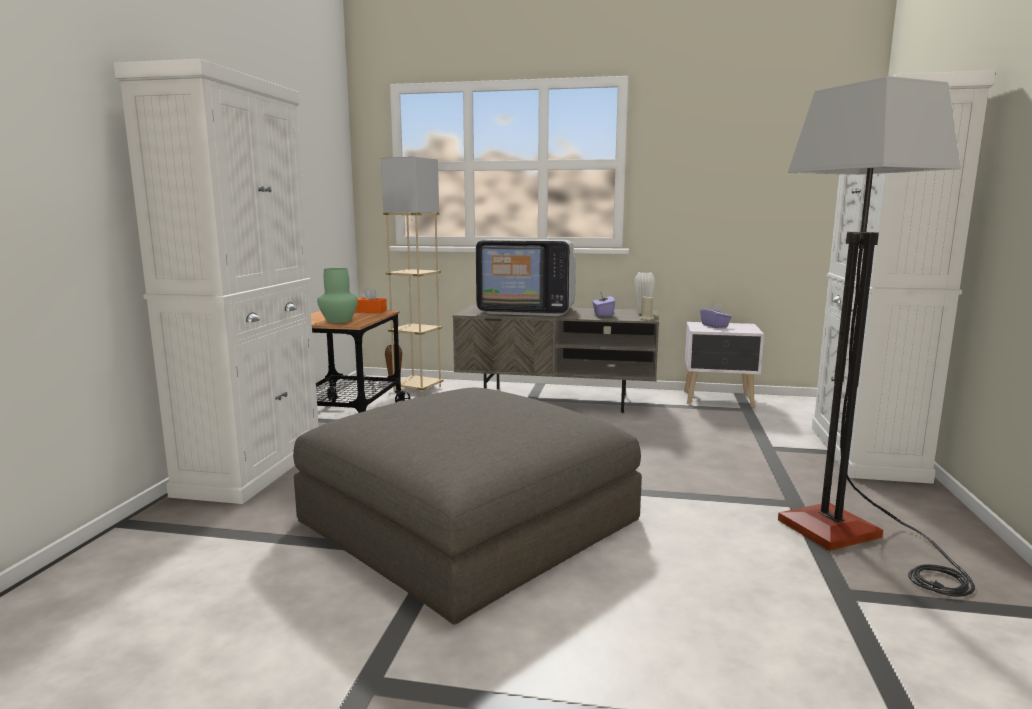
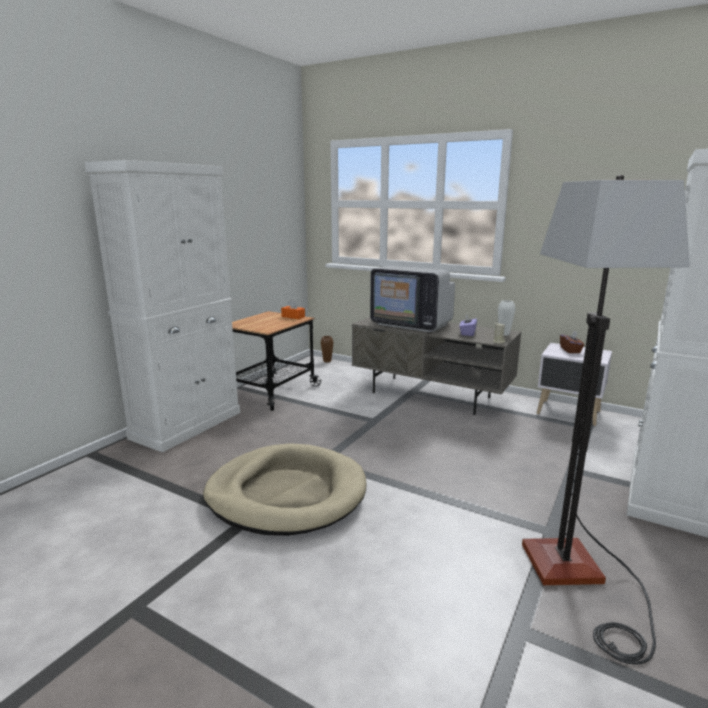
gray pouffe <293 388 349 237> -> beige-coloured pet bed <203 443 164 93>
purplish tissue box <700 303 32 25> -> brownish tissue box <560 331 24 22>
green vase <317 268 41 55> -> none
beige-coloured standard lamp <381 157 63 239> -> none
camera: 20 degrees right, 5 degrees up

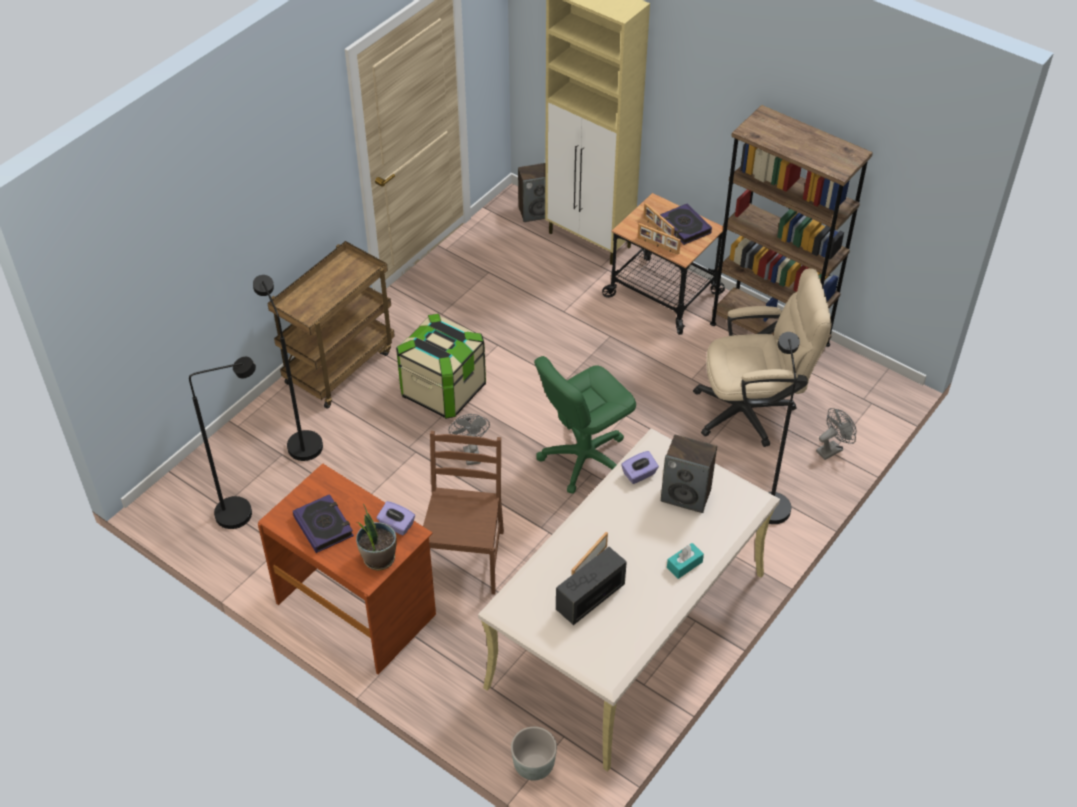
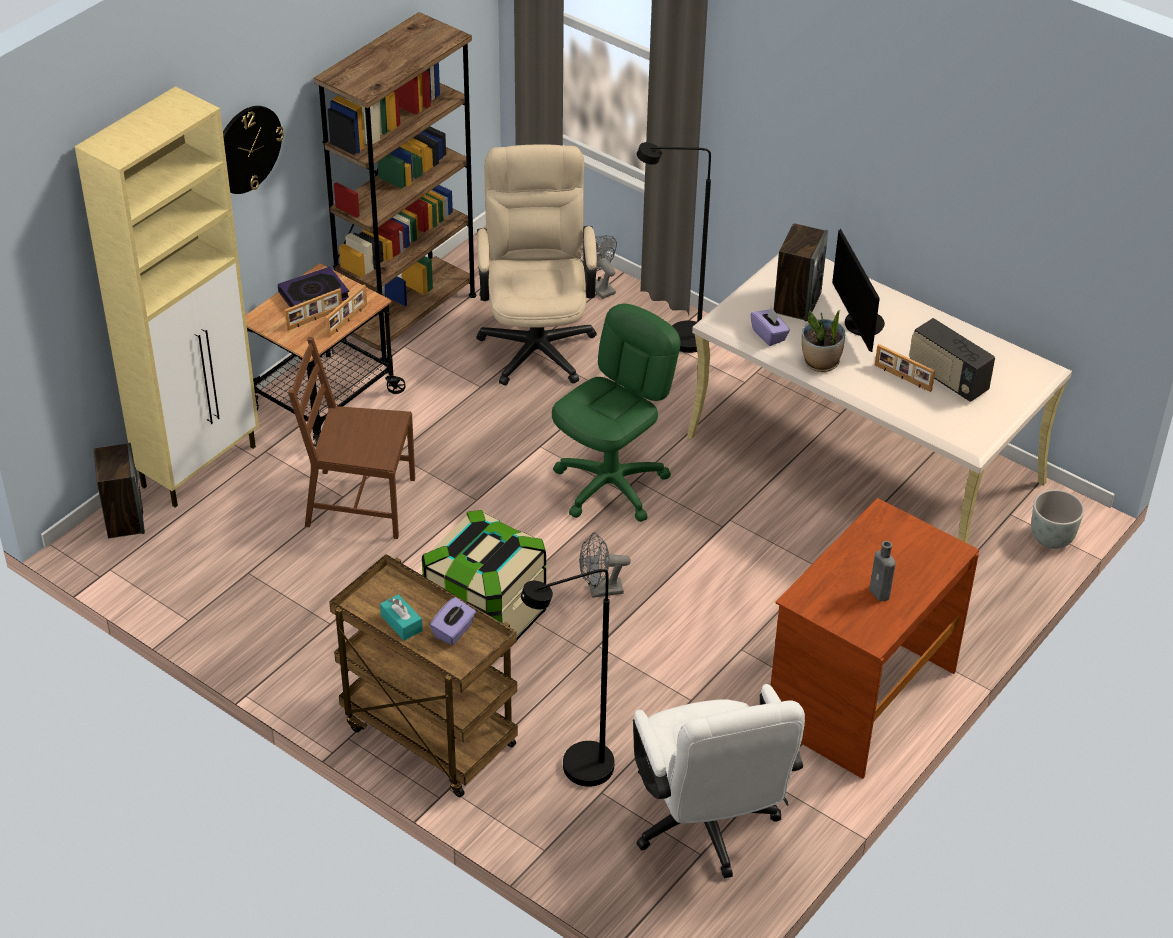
none -> wall clock <223 106 61 88>
brownish chair <423 431 81 163> -> brownish chair <288 337 127 202>, shifted
turquoise tissue box <667 543 37 36> -> turquoise tissue box <380 594 43 47>, shifted
purplish tissue box <377 501 38 34> -> purplish tissue box <430 597 46 48>, shifted
green office chair <534 356 102 138> -> green office chair <552 304 129 218>, 105 degrees counterclockwise
black standard lamp <189 357 67 172> -> white office chair <633 684 172 195>
plant in a pot <356 504 40 67> -> plant in a pot <802 310 43 62>, shifted
none -> computer display <832 229 53 123>
volume <293 494 61 59> -> gray drink bottle <869 541 27 60>
camera: 90 degrees left, 5 degrees down

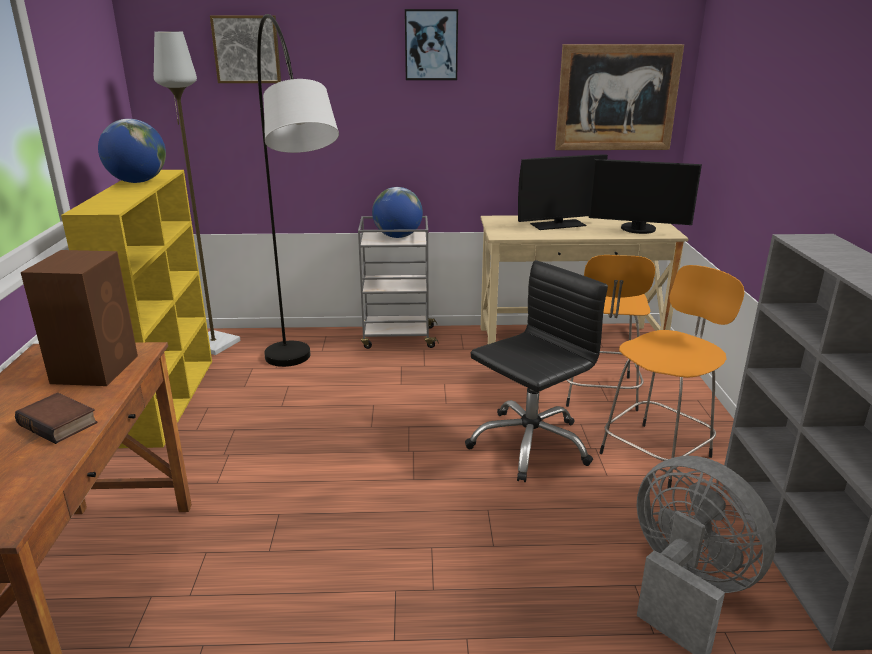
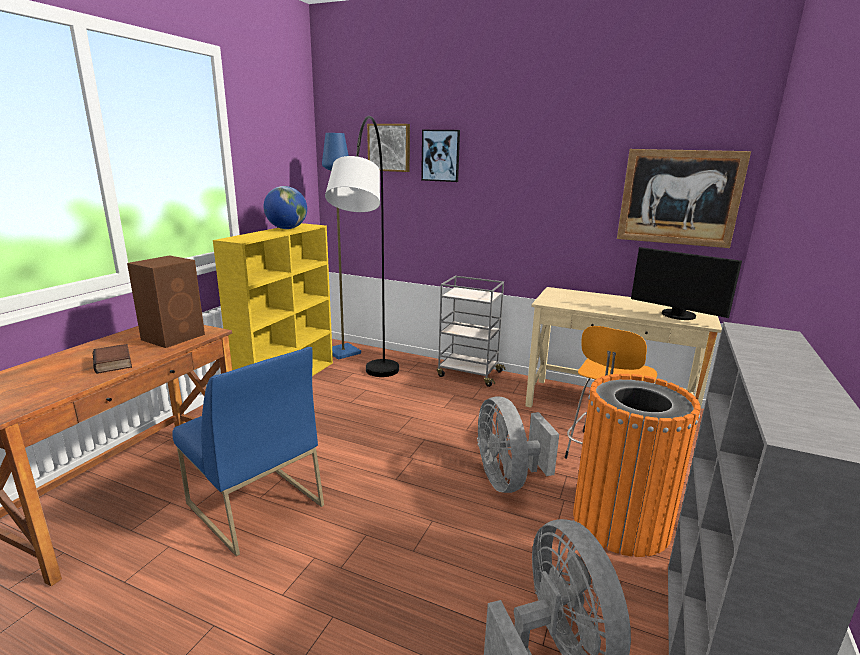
none -> blue chair <172 347 152 209>
gray standard lamp <154 31 86 324> -> blue standard lamp <322 133 39 226>
picture <405 9 53 71> -> picture <421 130 39 52>, shifted
black office chair <465 260 143 222> -> gray cooling fan <477 396 82 97>
orangey stool seat <599 265 146 224> -> orangey trash can <573 374 128 183>
globe <372 187 51 51> -> none
computer display <518 154 90 76> -> none
camera: 25 degrees right, 5 degrees down

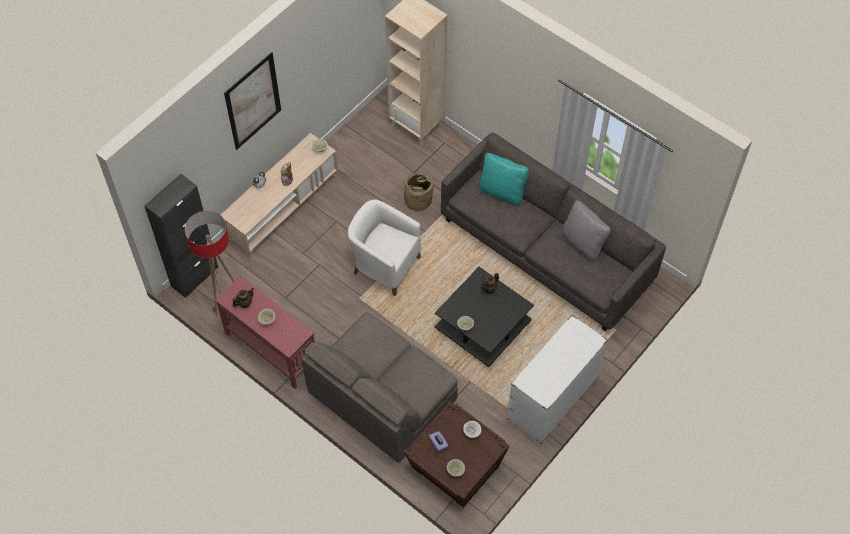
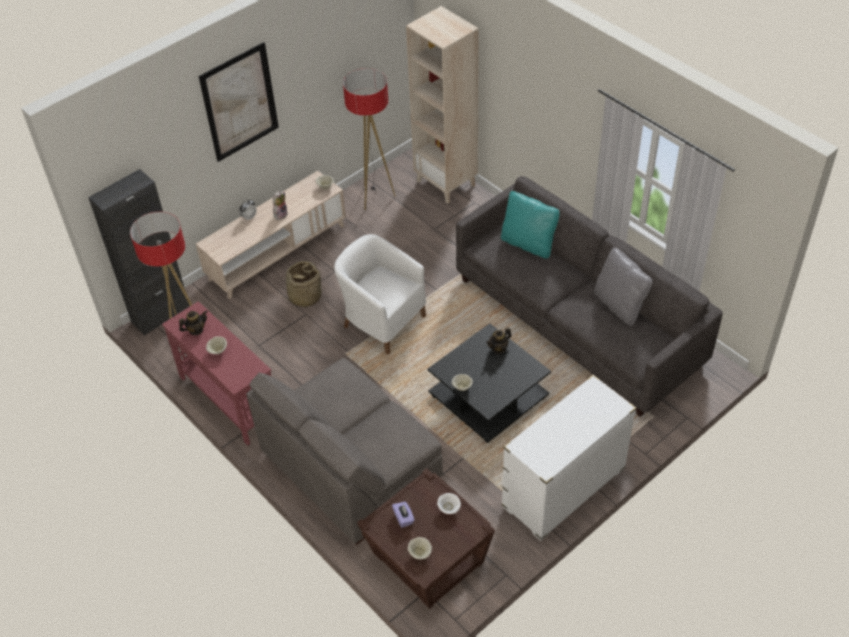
household basket <402 173 32 38> -> household basket <278 261 48 46>, shifted
none -> standard lamp <343 68 53 142>
camera: 10 degrees right, 10 degrees down

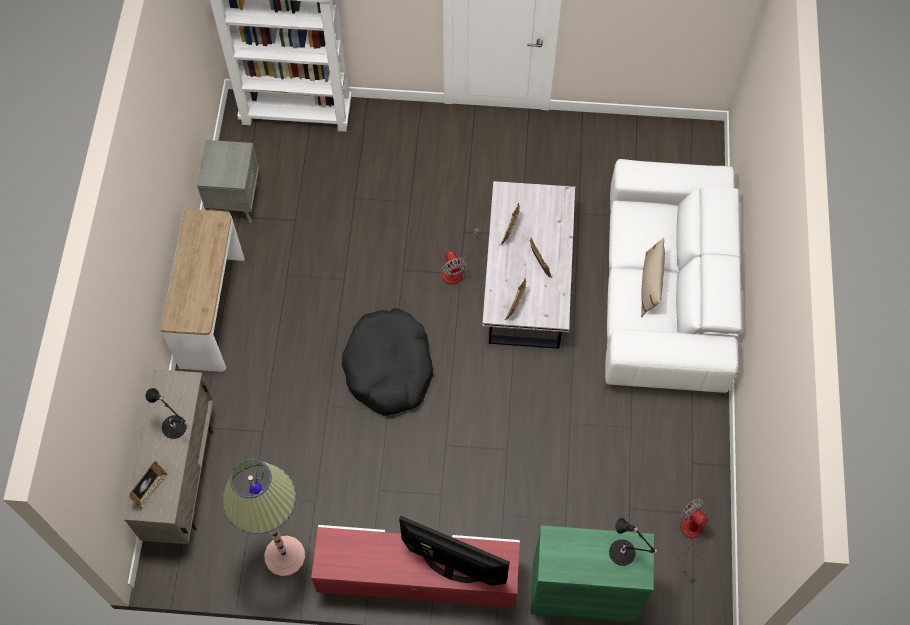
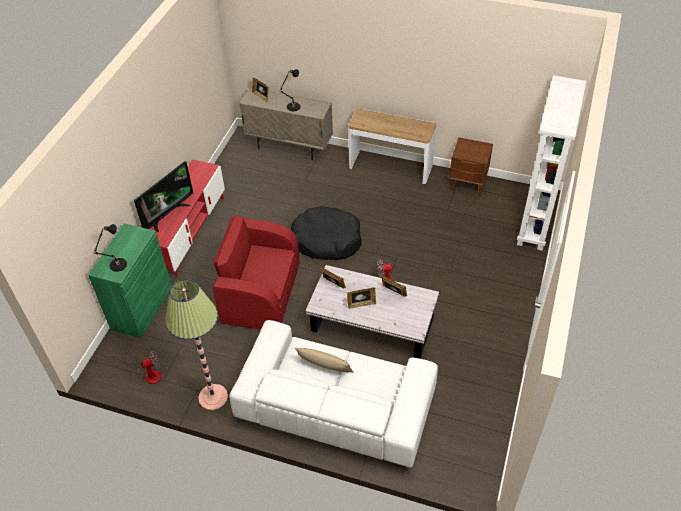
standard lamp <223 459 82 117> -> standard lamp <165 279 63 131>, shifted
none -> red easy chair <213 216 87 114>
gray bedside table <197 140 62 83> -> brownish bedside table <449 137 44 59>
camera: 105 degrees right, 15 degrees down

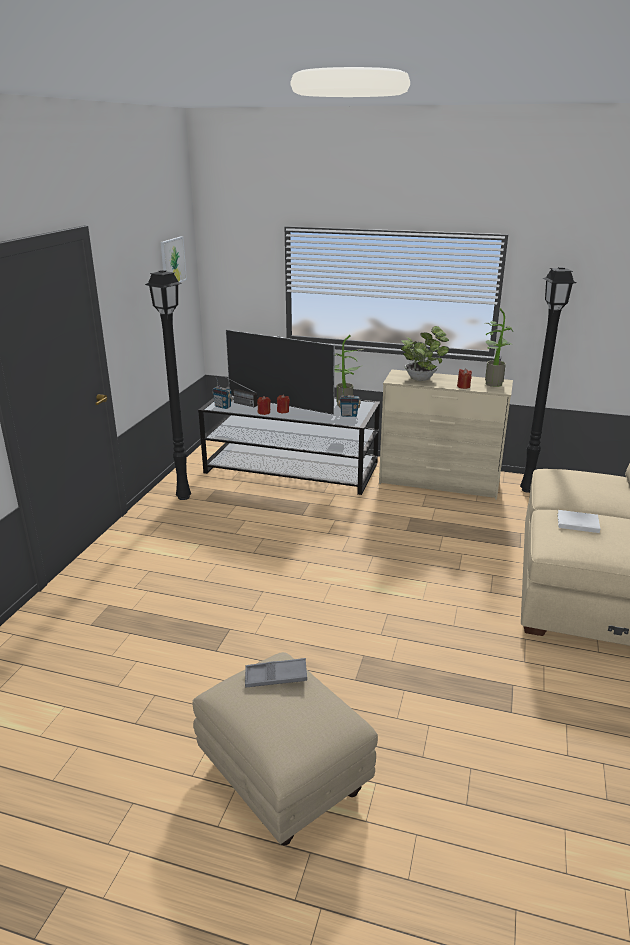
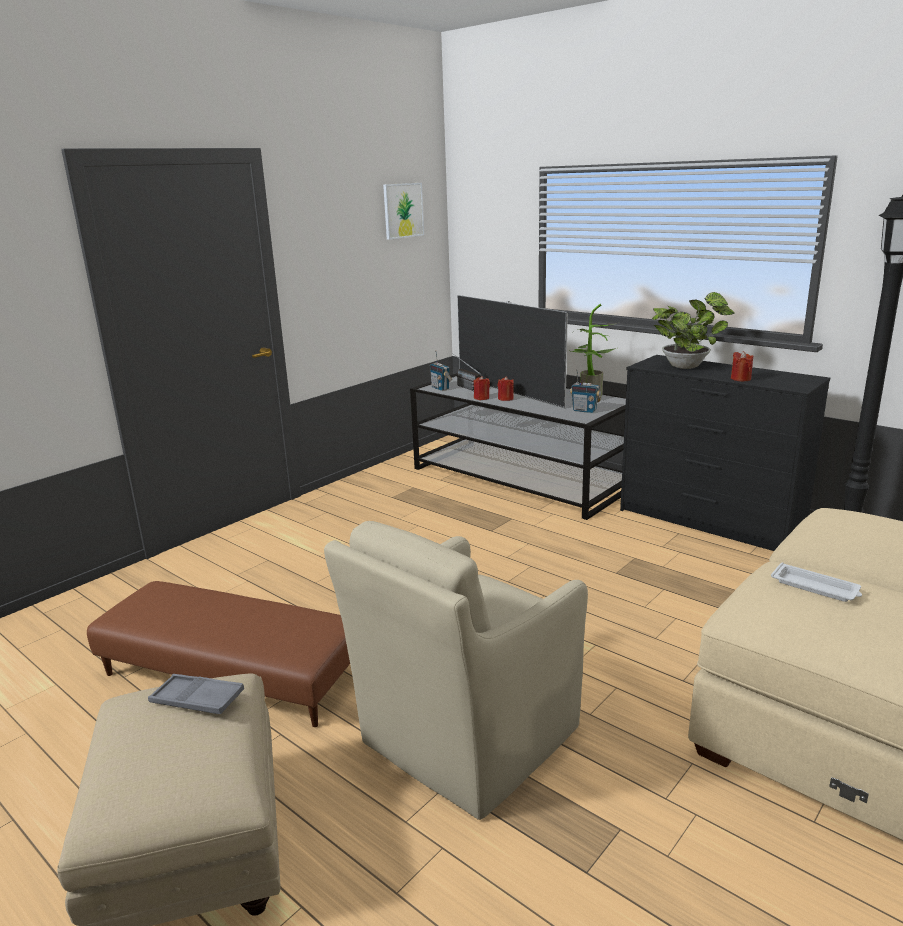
none -> brownish pouffe <87 581 263 146>
none -> beige-coloured easy chair <324 521 264 299>
beige-coloured drawer chest <379 369 134 130> -> black drawer chest <620 355 210 196>
white volume <557 510 43 23> -> white serving tray <771 562 91 40>
black standard lamp <145 270 46 230> -> none
plant in a pot <485 308 29 79> -> none
camera: 25 degrees right, 5 degrees down

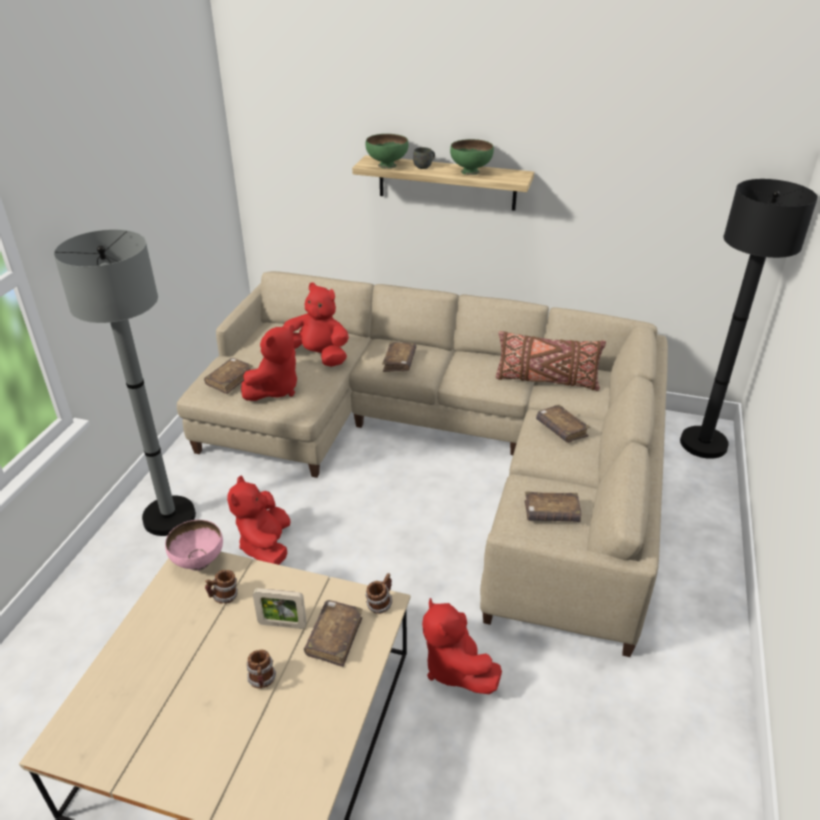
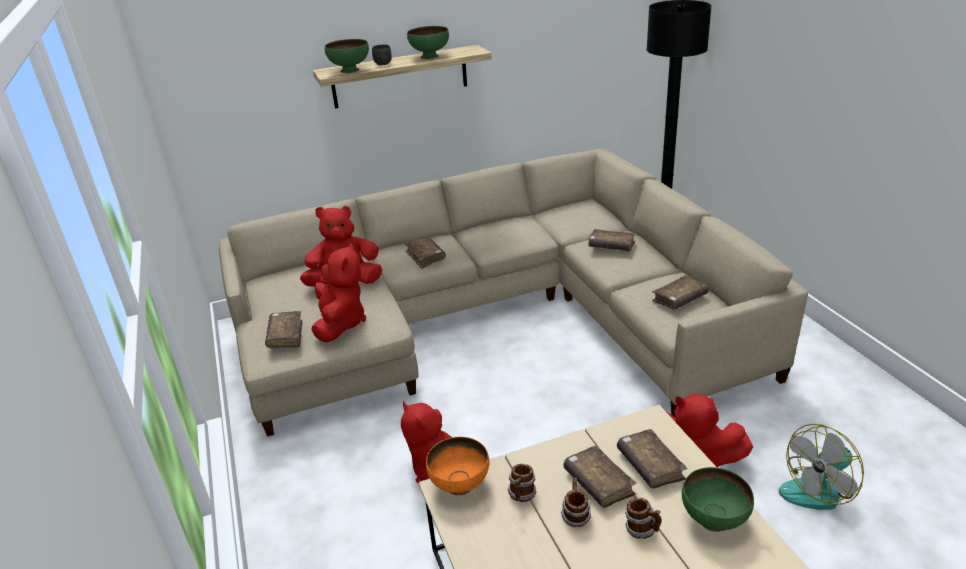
pink bowl <165 520 58 51> -> orangey bowl <426 437 63 59>
mug <365 573 27 41> -> mug <561 478 30 49>, shifted
standing frame <253 588 54 41> -> brownish volume <563 445 74 63>
none -> green bowl <682 467 72 65>
none -> cooling fan <779 424 85 86>
gray standard lamp <54 229 142 307> -> none
brownish cushion <496 331 110 60> -> none
camera: 35 degrees left, 5 degrees down

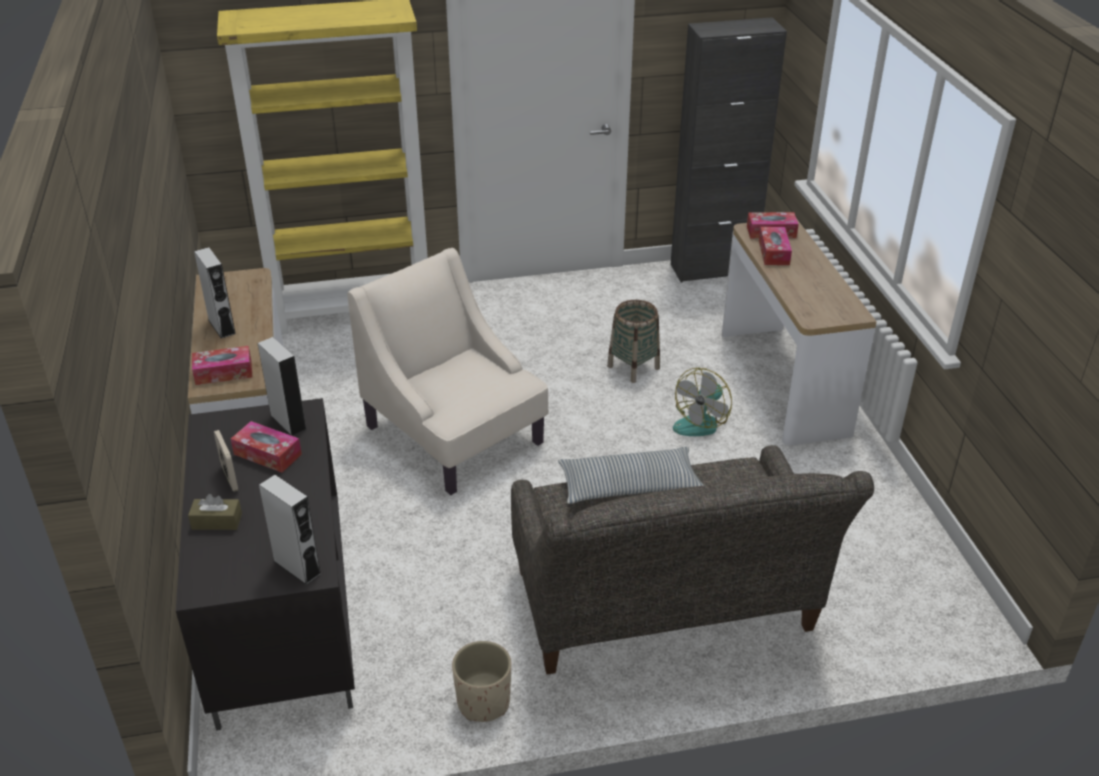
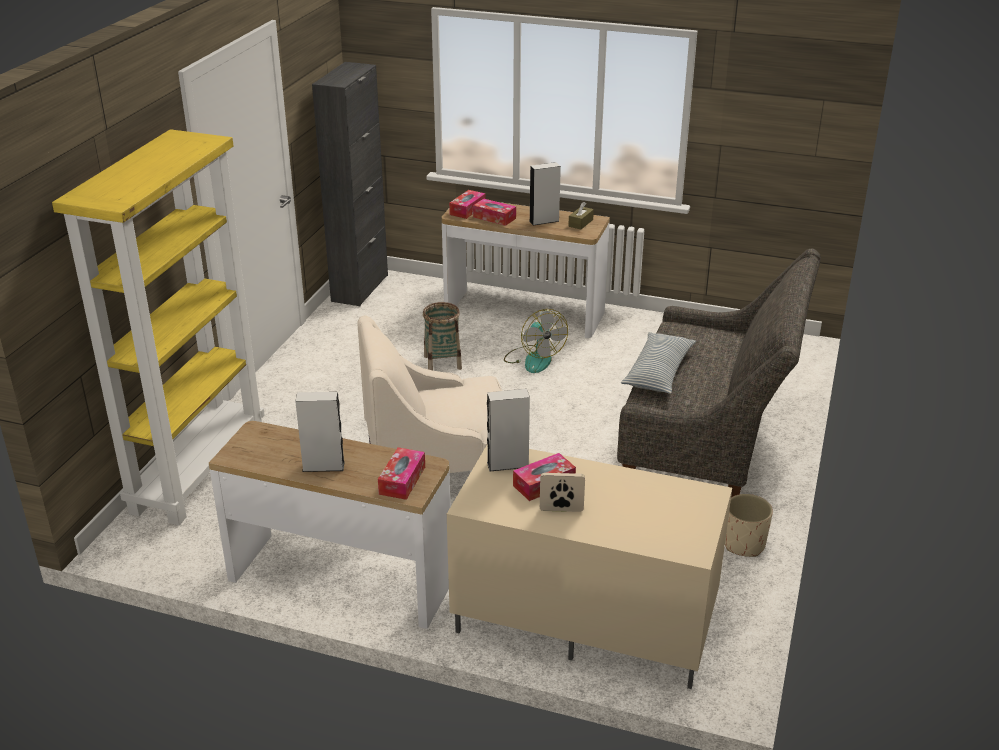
black tv unit <176 398 179 333> -> beige-coloured tv unit <447 445 285 244>
gray audio speaker <259 475 62 110> -> gray audio speaker <529 162 32 64>, shifted
brownish tissue box <188 494 54 36> -> brownish tissue box <568 202 26 28>, shifted
camera: 60 degrees left, 5 degrees down

